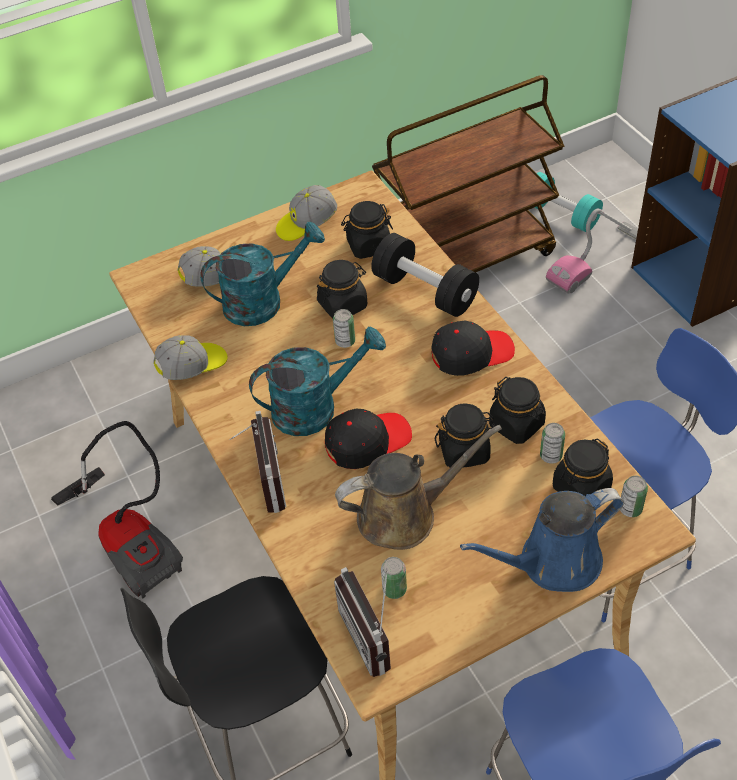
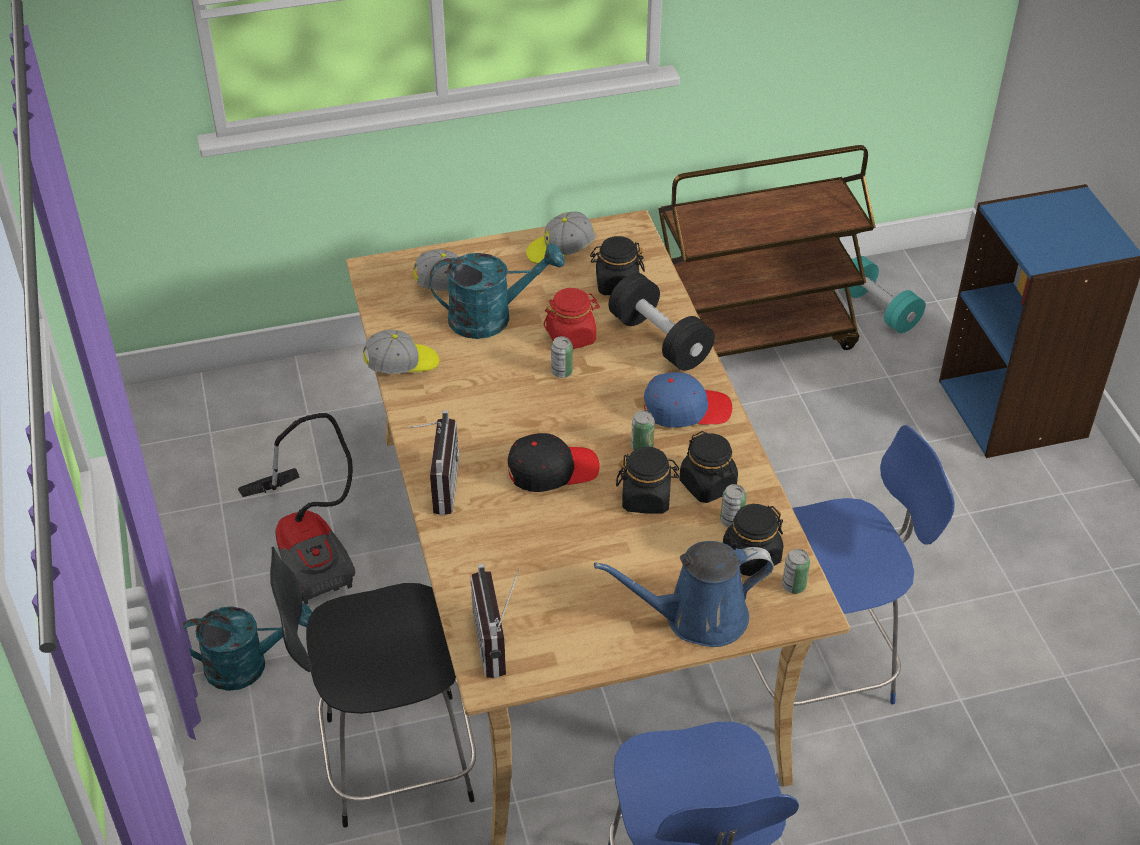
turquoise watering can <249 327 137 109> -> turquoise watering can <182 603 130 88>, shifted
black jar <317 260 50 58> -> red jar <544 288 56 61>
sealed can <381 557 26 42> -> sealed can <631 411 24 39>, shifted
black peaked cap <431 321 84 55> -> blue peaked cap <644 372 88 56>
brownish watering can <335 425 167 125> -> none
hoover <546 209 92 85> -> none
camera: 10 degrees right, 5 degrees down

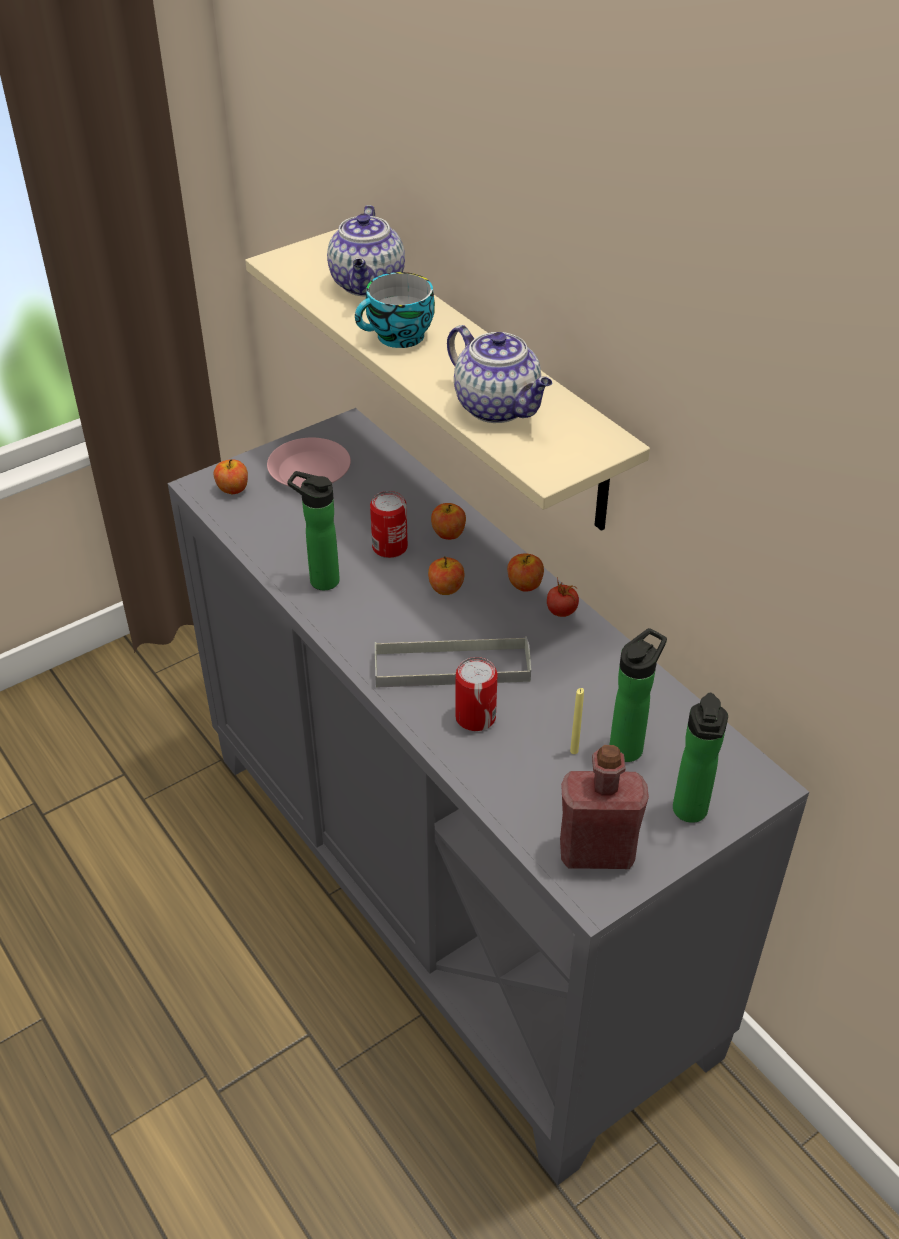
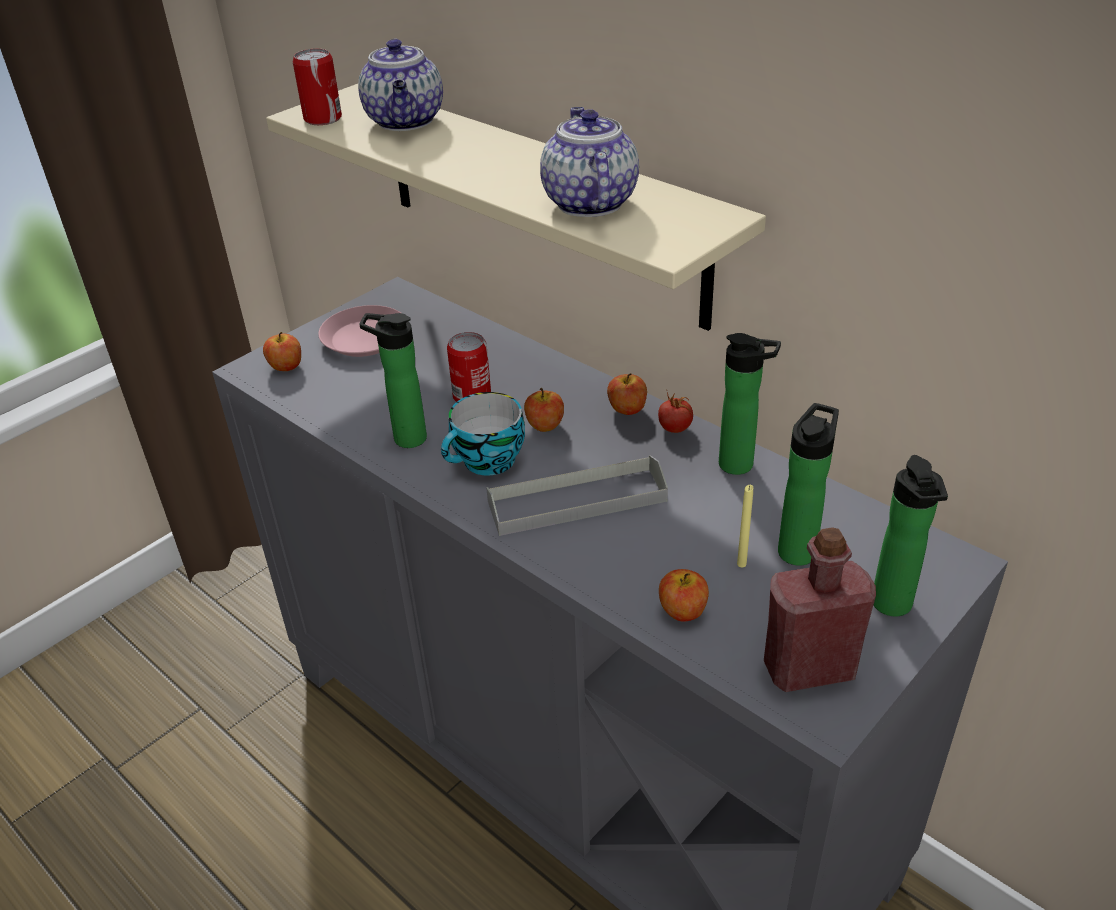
sealed can <455 657 42 74> -> sealed can <293 49 49 76>, shifted
drinking cup <355 272 80 76> -> drinking cup <441 392 84 84>, shifted
tea pot <447 325 105 98> -> tea pot <540 107 99 110>, 135 degrees counterclockwise
apple fruit <431 503 35 37> -> apple fruit <659 569 50 52>, shifted
none -> drink bottle <719 333 62 142>
camera: 10 degrees left, 5 degrees down

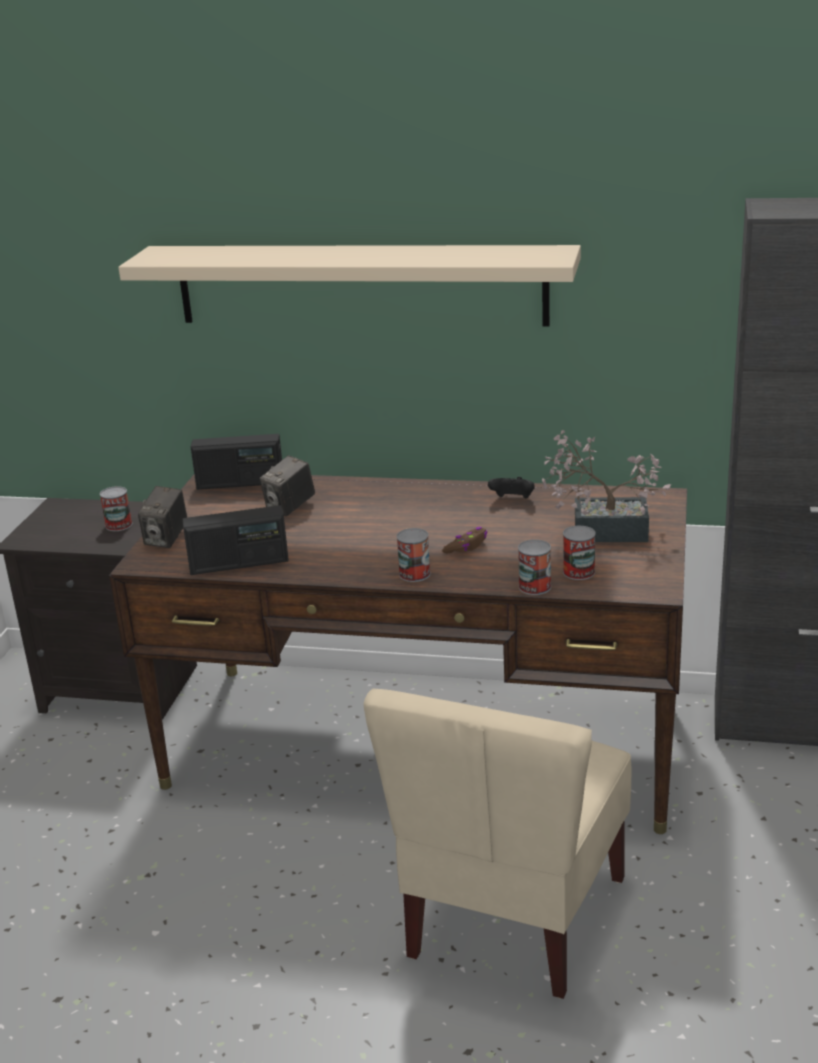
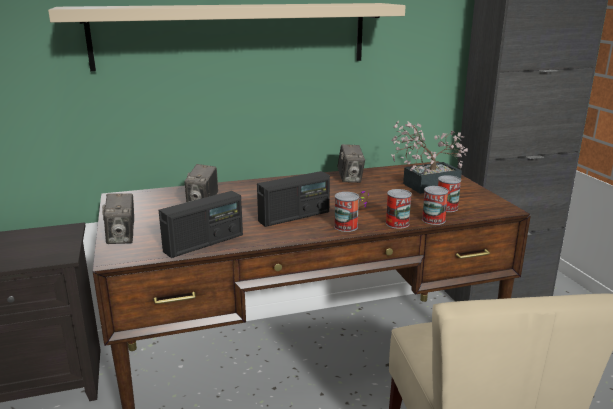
radio set <191 434 91 56> -> radio set <257 171 73 56>, shifted
black joypad <488 477 47 21> -> photo camera <338 144 27 39>
sealed can <100 486 32 45> -> sealed can <386 189 26 40>, shifted
camera: 30 degrees left, 5 degrees down

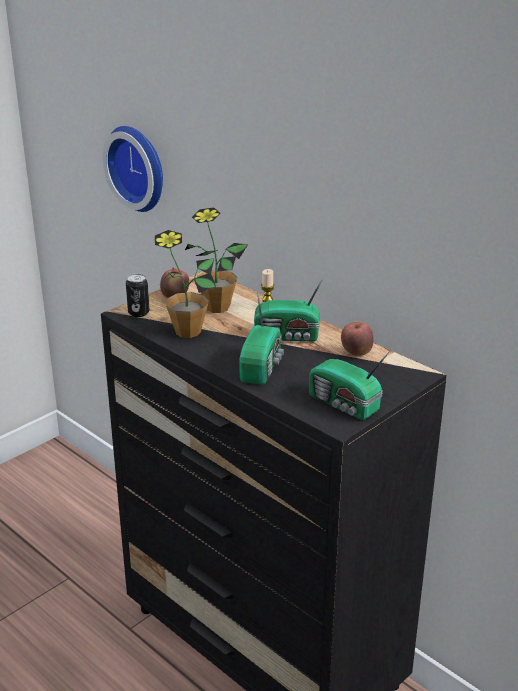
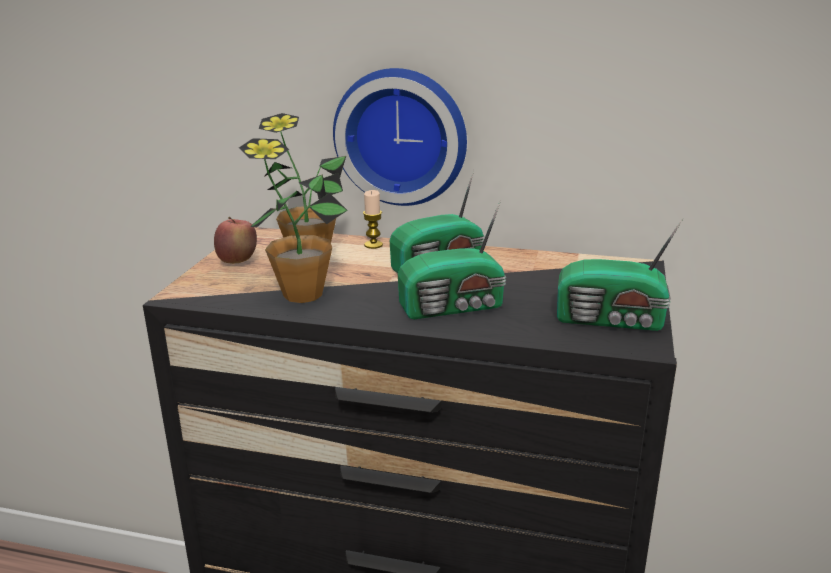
wall clock <102 126 61 86> -> wall clock <333 68 134 138>, shifted
radio set <239 290 45 95> -> radio set <398 200 108 119>, 90 degrees clockwise
sealed can <126 274 24 43> -> none
apple fruit <341 322 33 34> -> none
camera: 30 degrees left, 5 degrees down

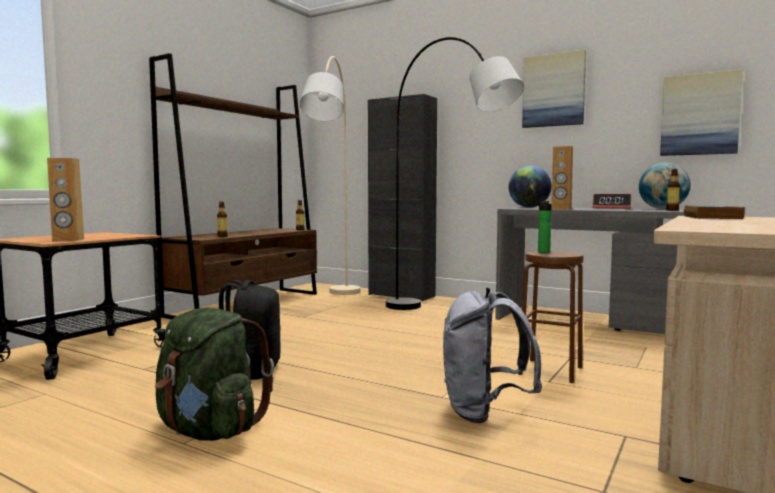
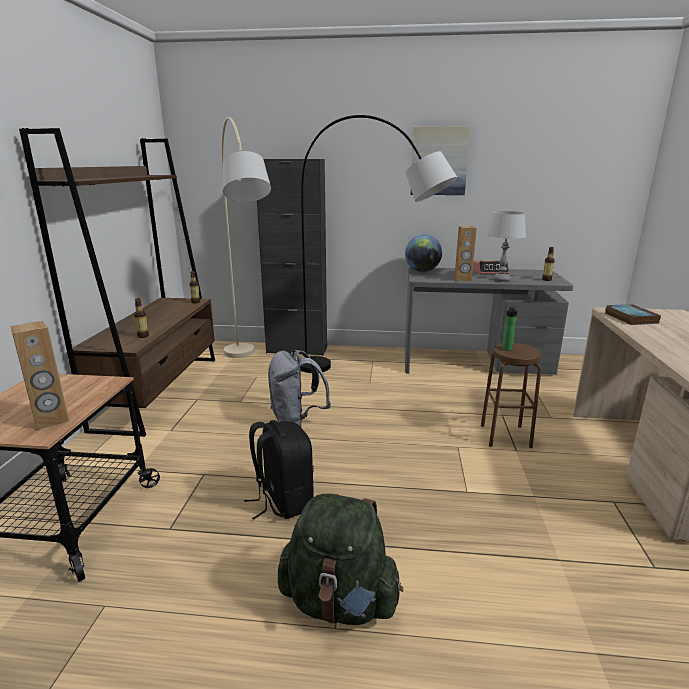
gray backpack <443 288 99 135> -> gray backpack <268 350 63 77>, shifted
none -> gray tabletop lamp <487 211 39 71>
globe <639 162 52 47> -> none
picture <660 69 83 87> -> none
camera: 25 degrees left, 15 degrees up

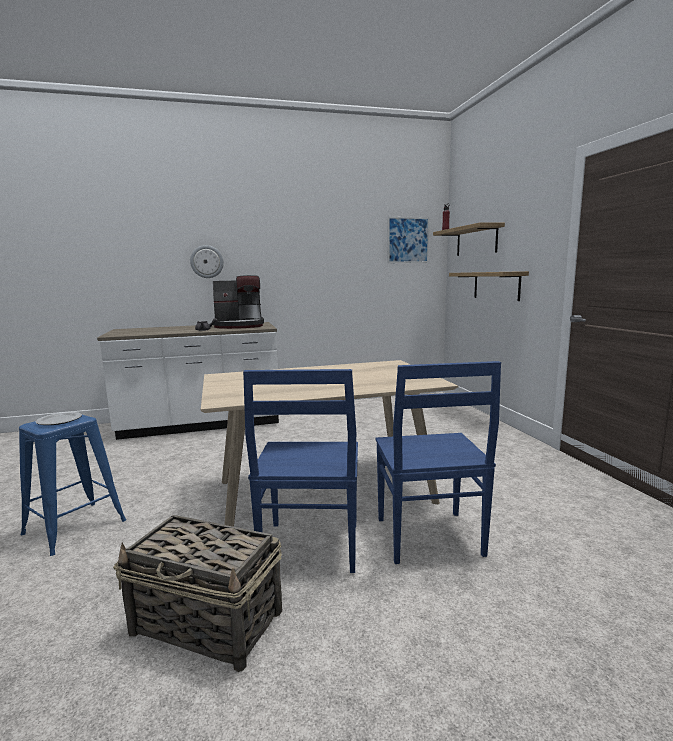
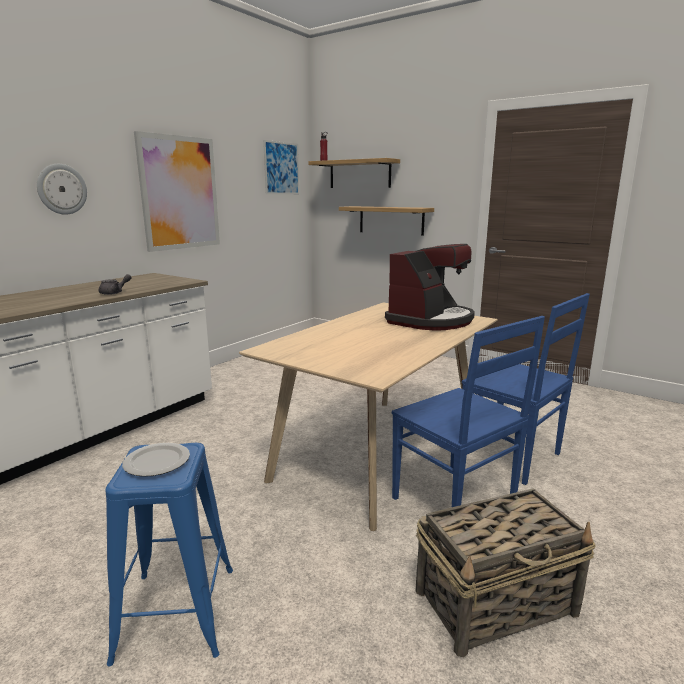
none -> picture <134 131 86 121>
coffee maker <213 275 51 54> -> coffee maker <385 244 90 86>, shifted
camera: 40 degrees left, 5 degrees up

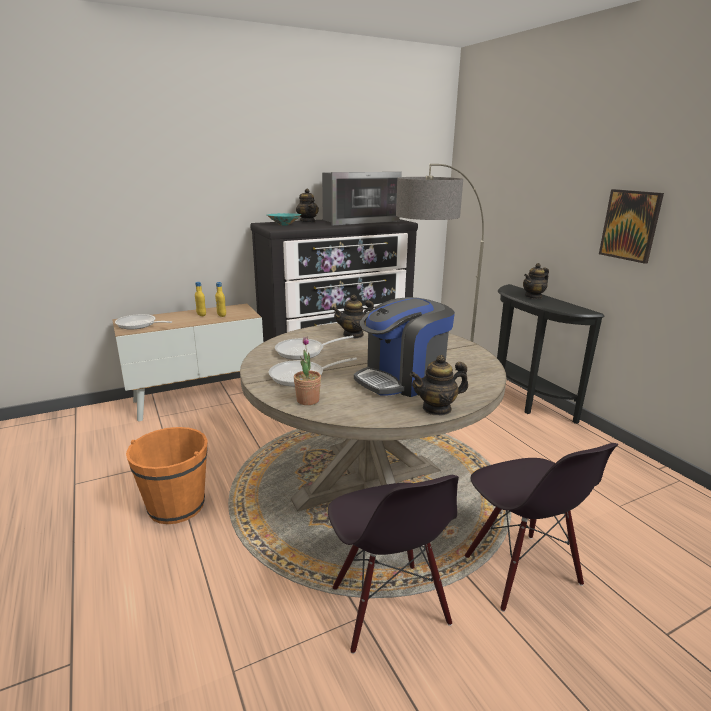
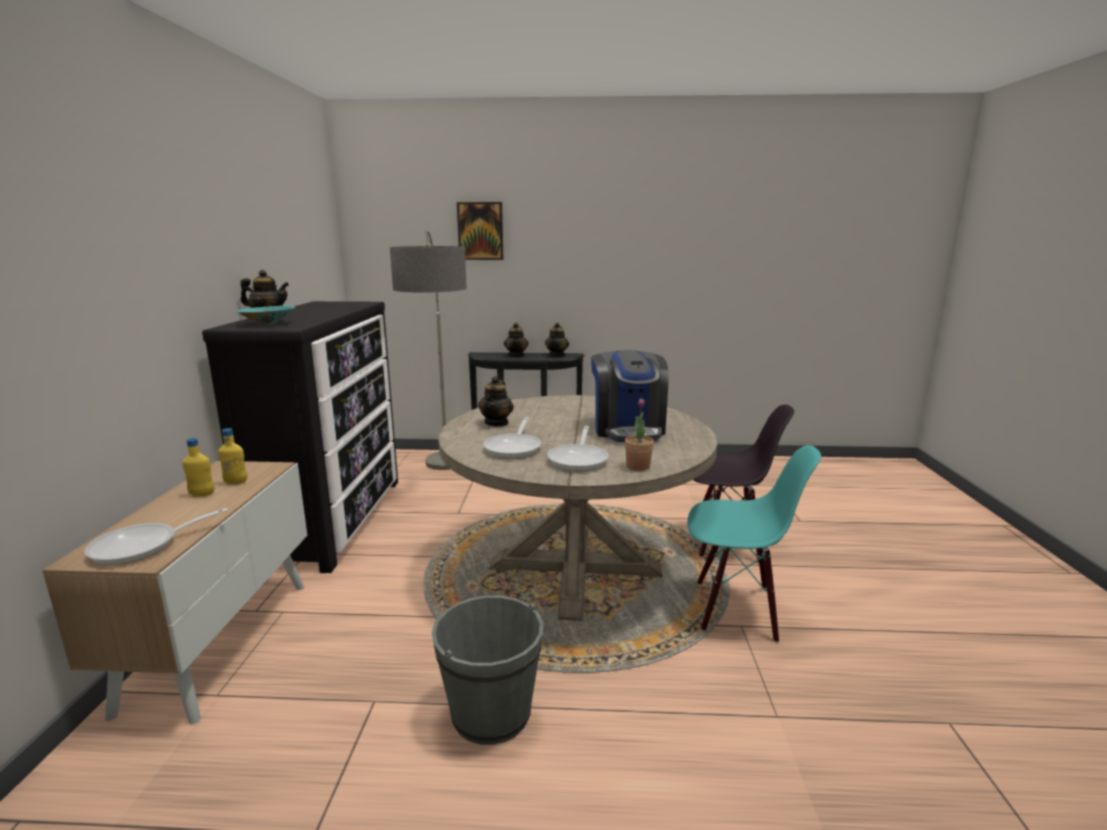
orangey bucket <126 427 82 97> -> gray bucket <432 596 111 149>
picture <599 189 65 75> -> picture <457 202 46 58>, shifted
tea pot <410 355 58 61> -> tea pot <545 322 24 35>, shifted
black chair <328 475 131 179> -> turquoise chair <687 445 134 198>
microwave oven <322 172 80 53> -> none
camera: 60 degrees left, 5 degrees down

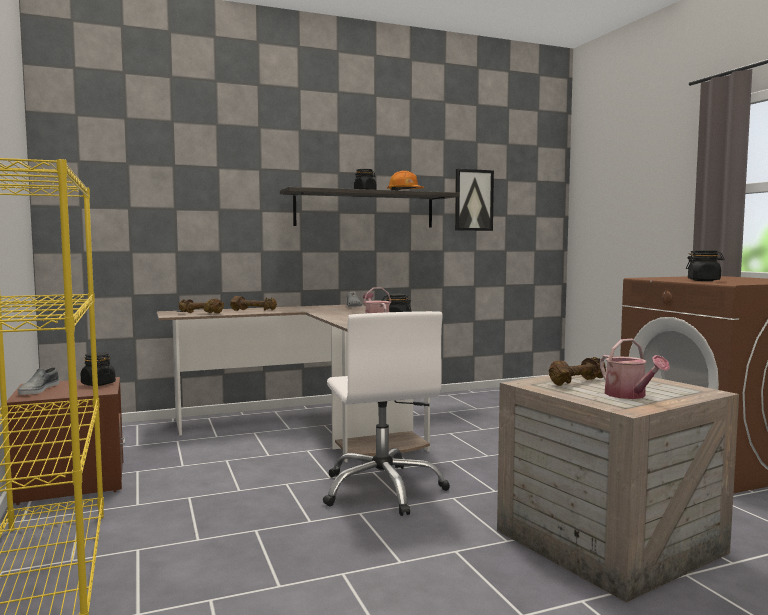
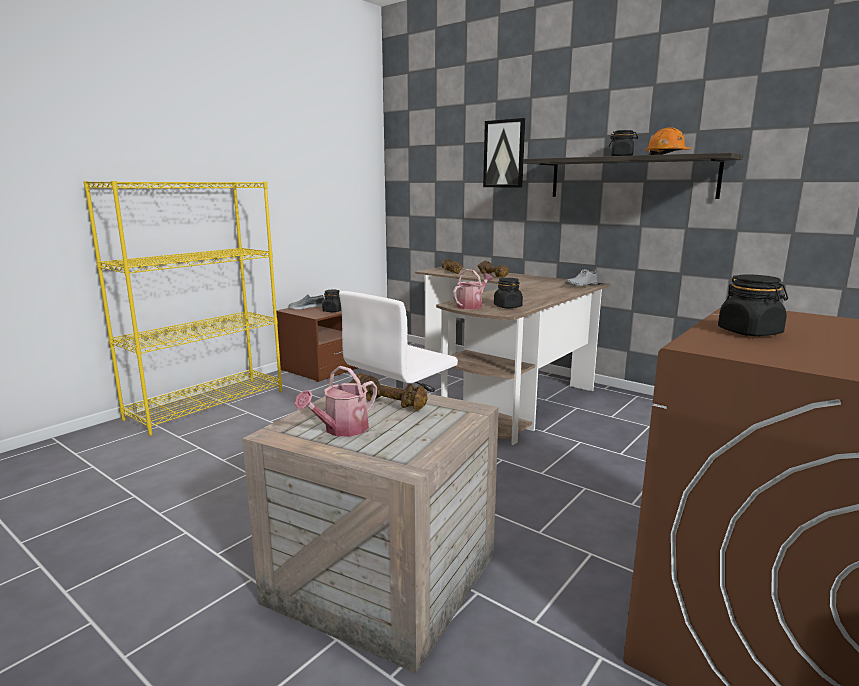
picture <455 169 39 62> -> picture <483 118 42 69>, shifted
camera: 60 degrees right, 10 degrees up

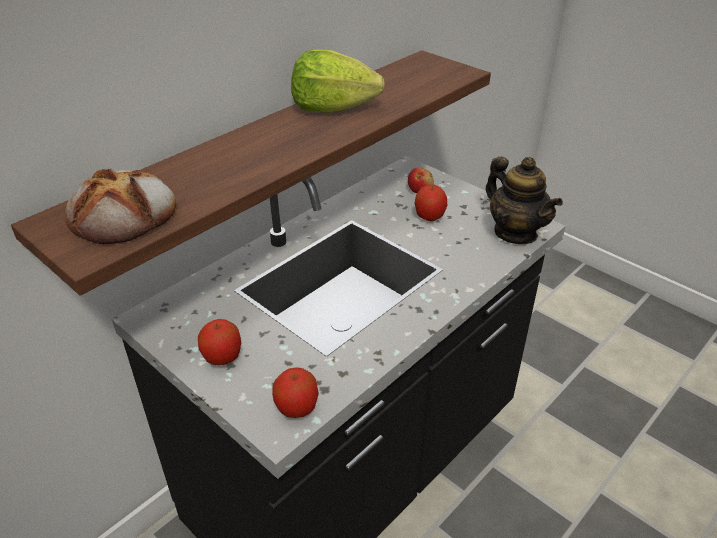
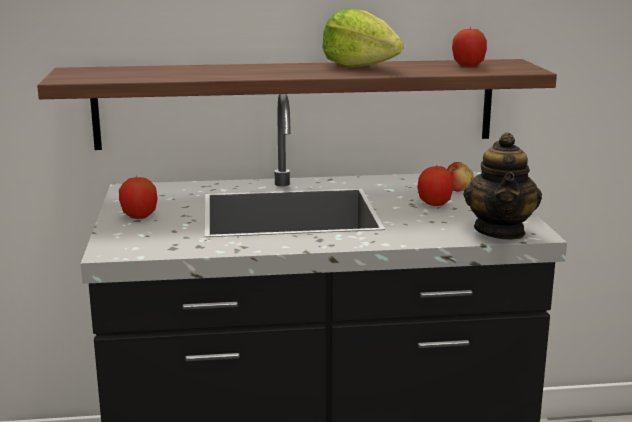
apple fruit <272 367 47 51> -> apple fruit <452 27 35 40>, shifted
bakery bread <64 168 112 76> -> none
camera: 40 degrees right, 20 degrees down

